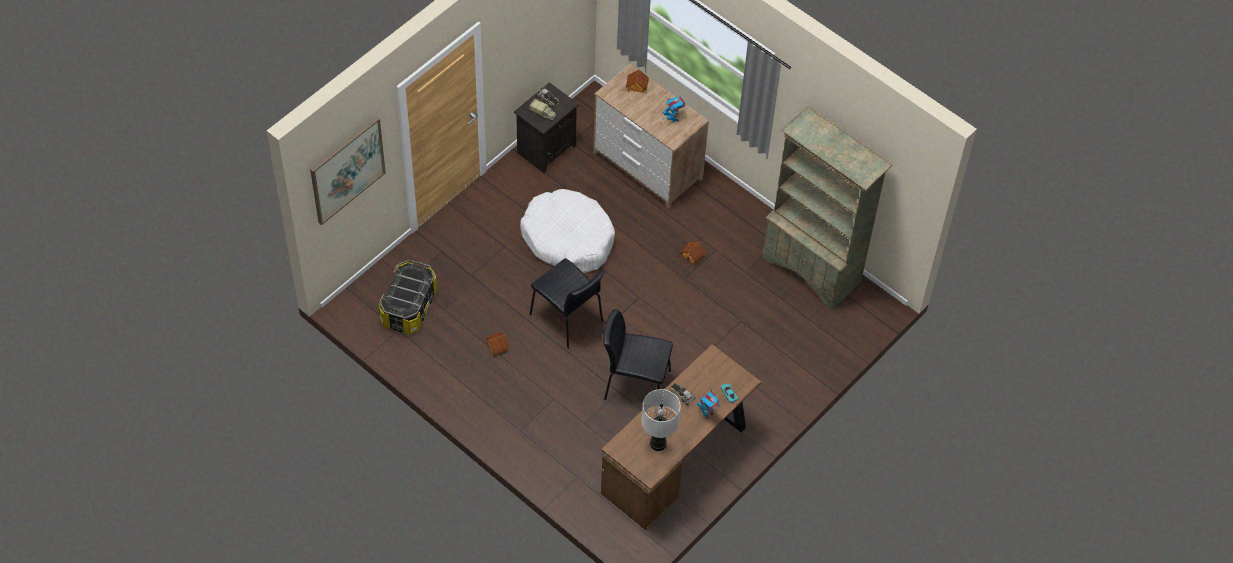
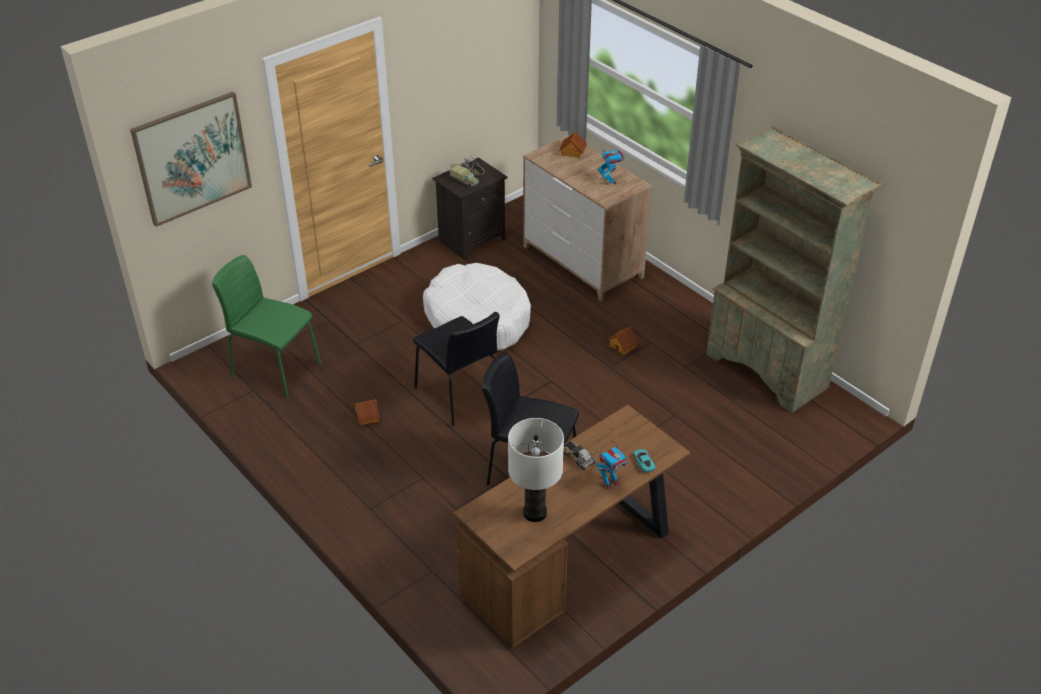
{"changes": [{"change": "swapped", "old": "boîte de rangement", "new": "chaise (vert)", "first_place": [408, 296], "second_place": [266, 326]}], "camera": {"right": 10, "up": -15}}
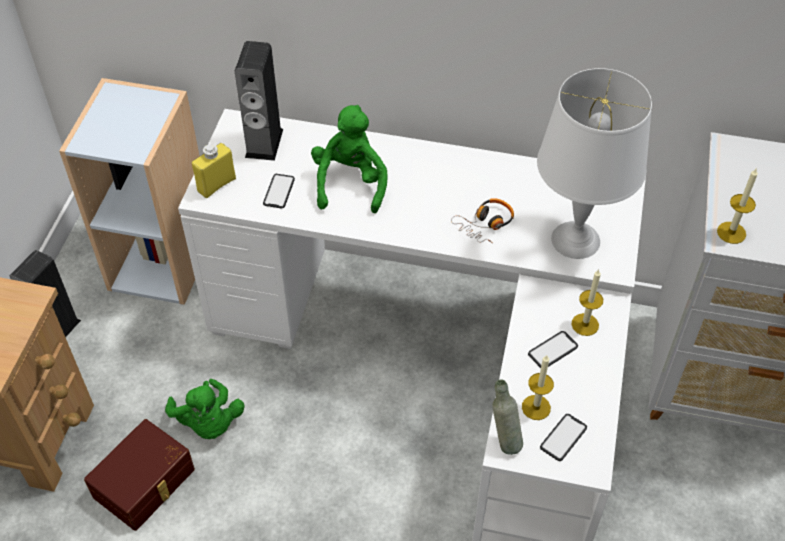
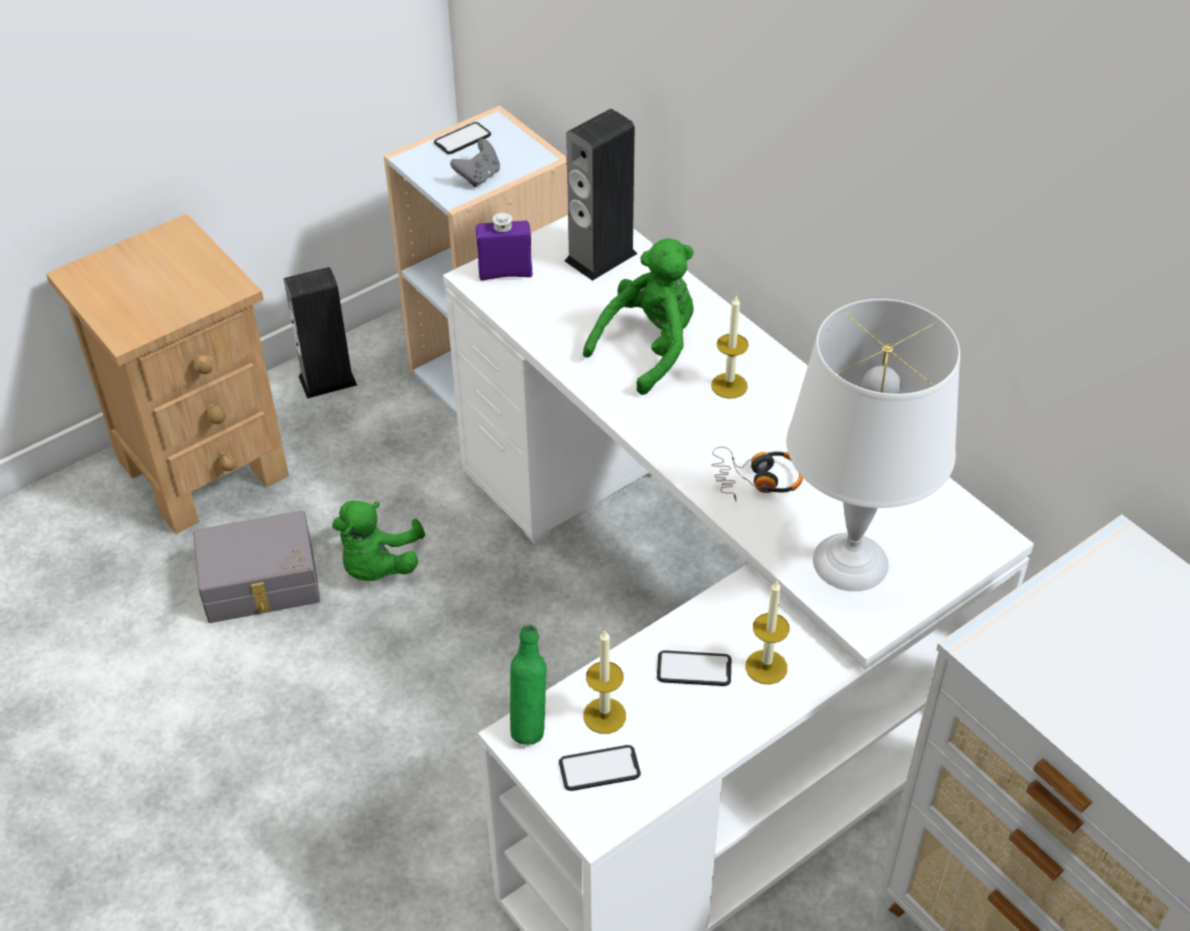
{"changes": [{"change": "repainted", "old": "boîte de rangement (marron)", "new": "boîte de rangement (gris)", "first_place": [139, 475], "second_place": [257, 567]}, {"change": "repainted", "old": "bouteille (jaune)", "new": "bouteille (violet)", "first_place": [214, 170], "second_place": [504, 246]}, {"change": "shifted", "old": "téléphone", "first_place": [279, 191], "second_place": [462, 138]}, {"change": "repainted", "old": "bouteille (gris)", "new": "bouteille (vert)", "first_place": [507, 417], "second_place": [528, 685]}, {"change": "shifted", "old": "bougie", "first_place": [737, 206], "second_place": [730, 347]}, {"change": "new", "new": "manette (gris)", "second_place": [475, 163]}], "camera": {"right": 40, "up": -5}}
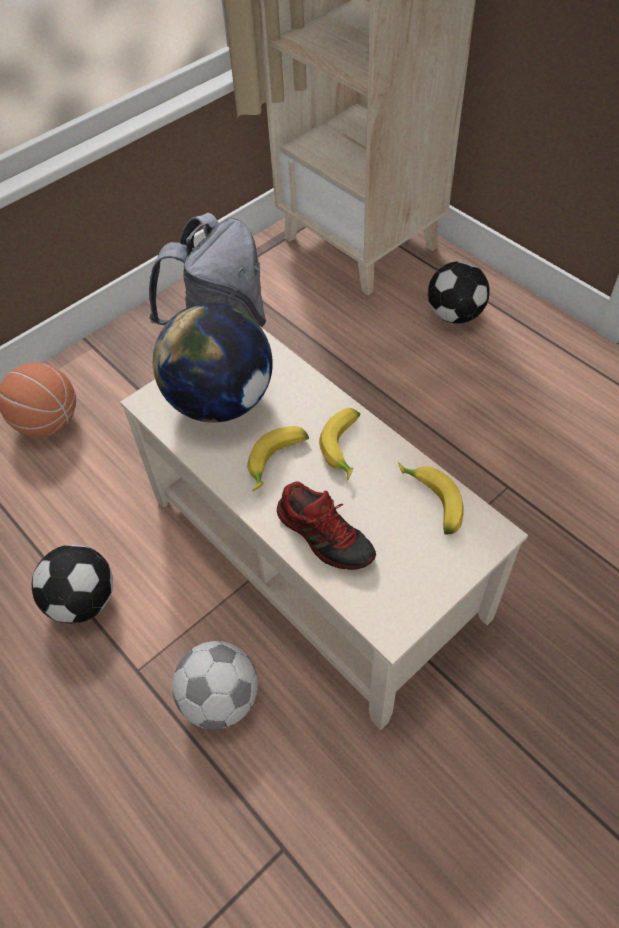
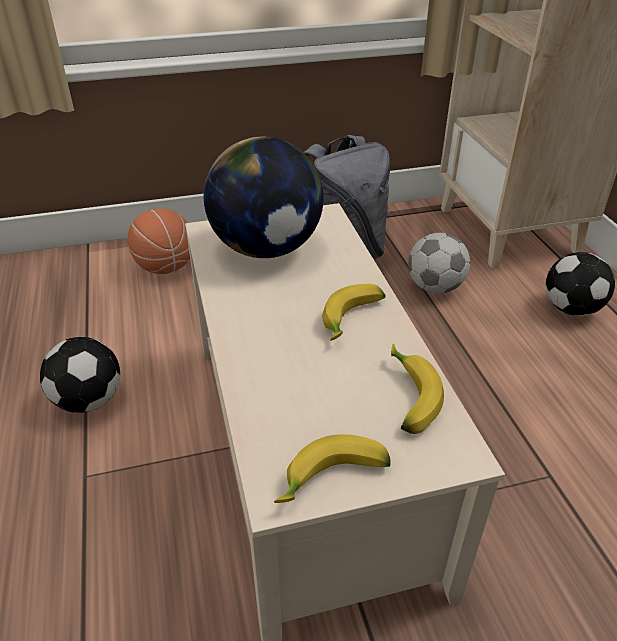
{"changes": [{"change": "shifted", "old": "ballon de foot", "first_place": [215, 685], "second_place": [439, 263]}, {"change": "shifted", "old": "banane", "first_place": [278, 458], "second_place": [332, 468]}, {"change": "gone", "old": "chaussure", "first_place": [326, 525]}], "camera": {"right": 25, "up": -15}}
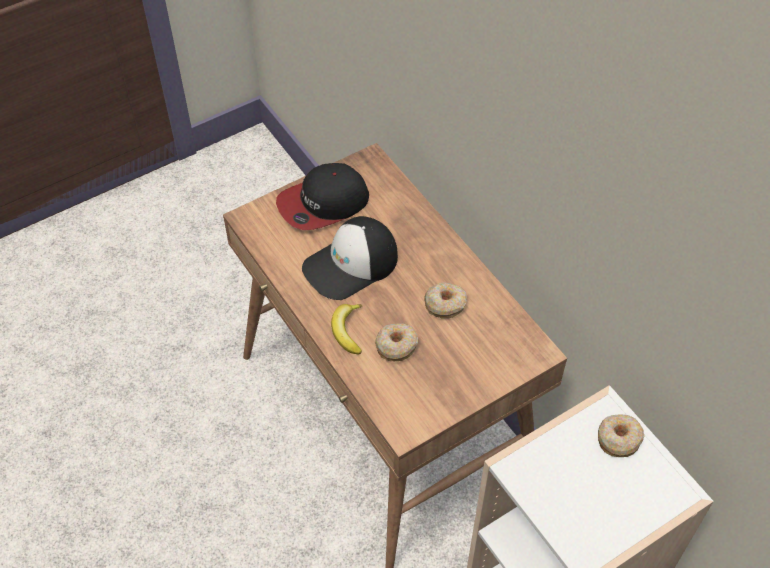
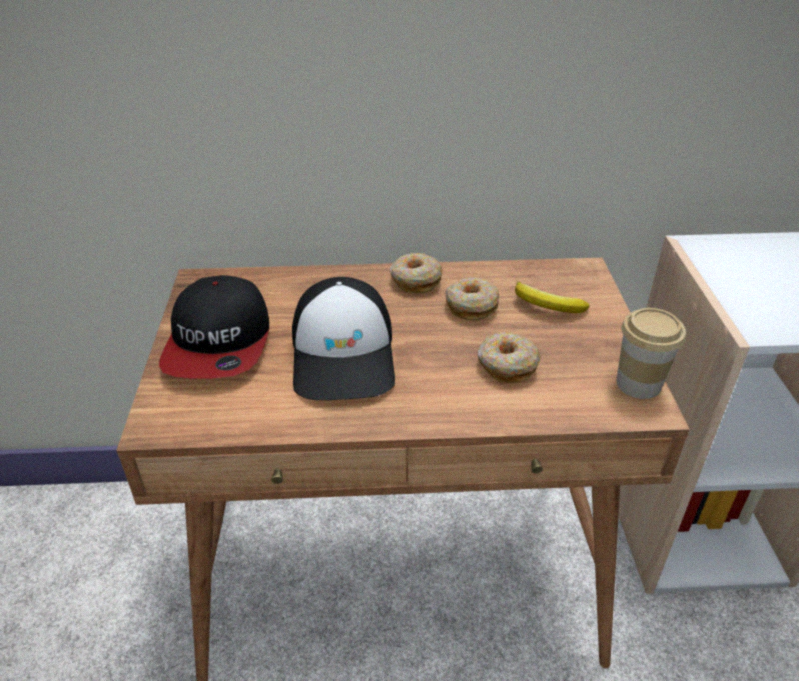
{"changes": [{"change": "shifted", "old": "banane", "first_place": [346, 329], "second_place": [552, 297]}, {"change": "shifted", "old": "beignet", "first_place": [621, 435], "second_place": [416, 273]}, {"change": "new", "new": "tasse", "second_place": [651, 353]}], "camera": {"right": -60, "up": -15}}
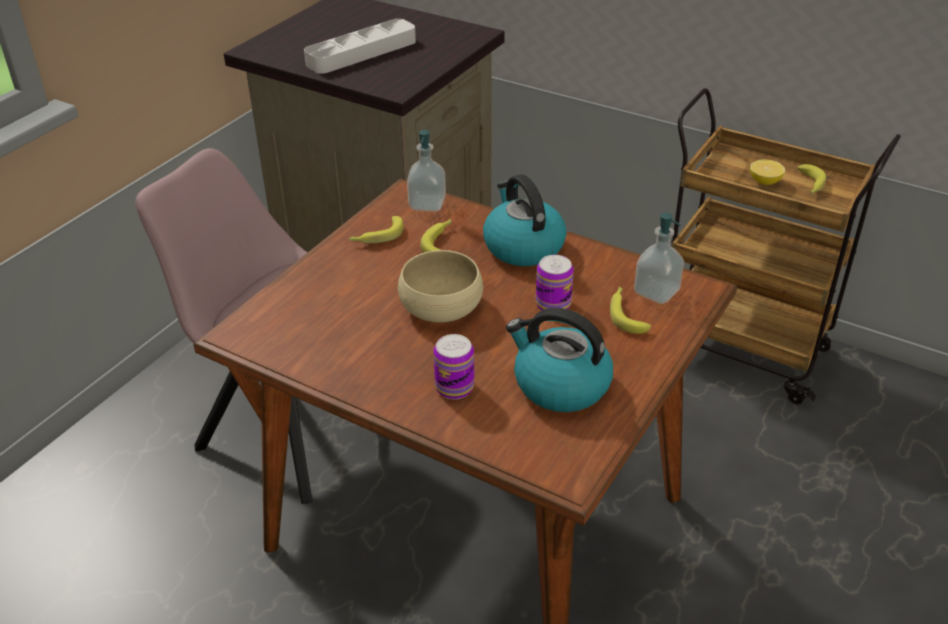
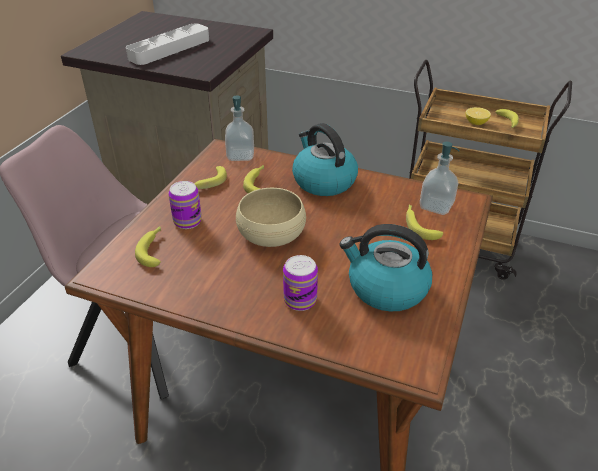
{"changes": [{"change": "shifted", "old": "boîte métallique", "first_place": [555, 282], "second_place": [185, 205]}, {"change": "new", "new": "banane", "second_place": [148, 246]}], "camera": {"right": -10, "up": 0}}
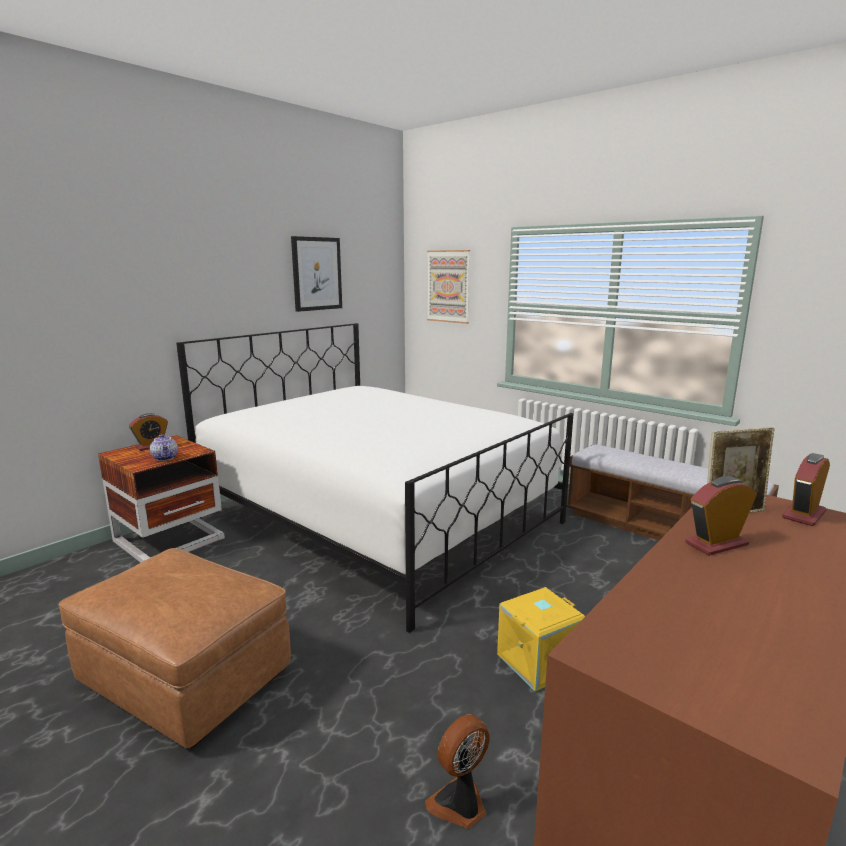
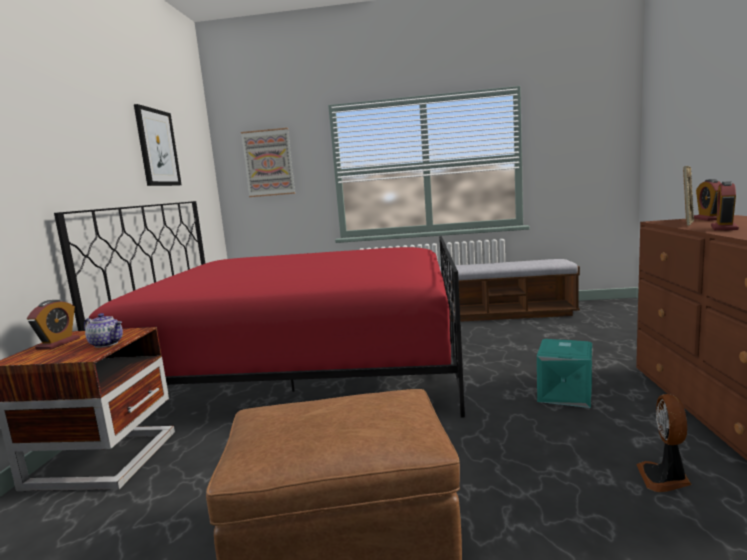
{"changes": [{"change": "repainted", "old": "lit (blanc)", "new": "lit (rouge)", "first_place": [375, 478], "second_place": [259, 309]}, {"change": "repainted", "old": "boîte de rangement (jaune)", "new": "boîte de rangement (turquoise)", "first_place": [541, 639], "second_place": [564, 373]}], "camera": {"right": -35, "up": -5}}
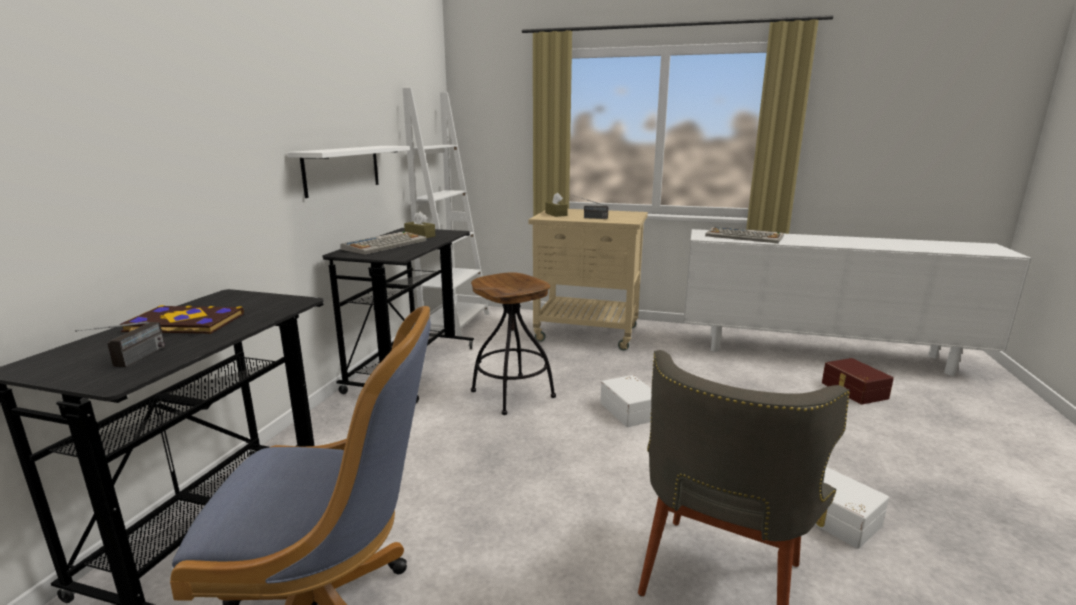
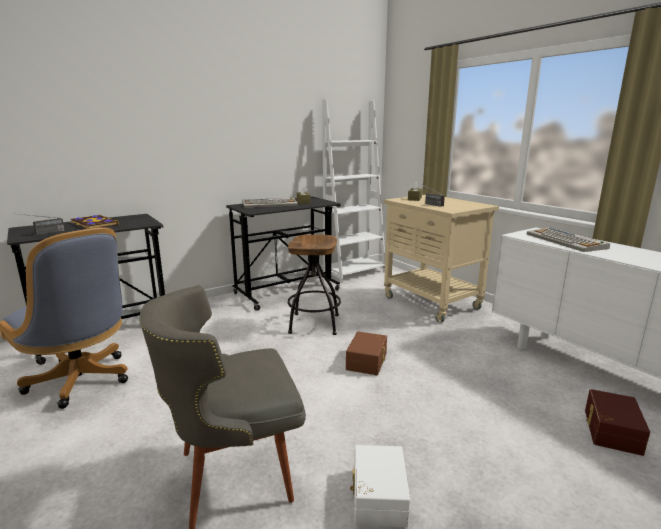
{"changes": [{"change": "gone", "old": "étagère (blanc)", "first_place": [348, 172]}, {"change": "repainted", "old": "boîte de rangement (blanc)", "new": "boîte de rangement (marron)", "first_place": [626, 401], "second_place": [366, 353]}], "camera": {"right": 40, "up": 0}}
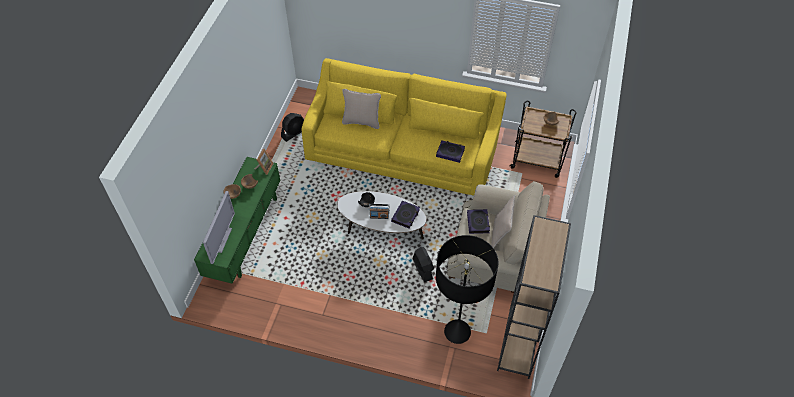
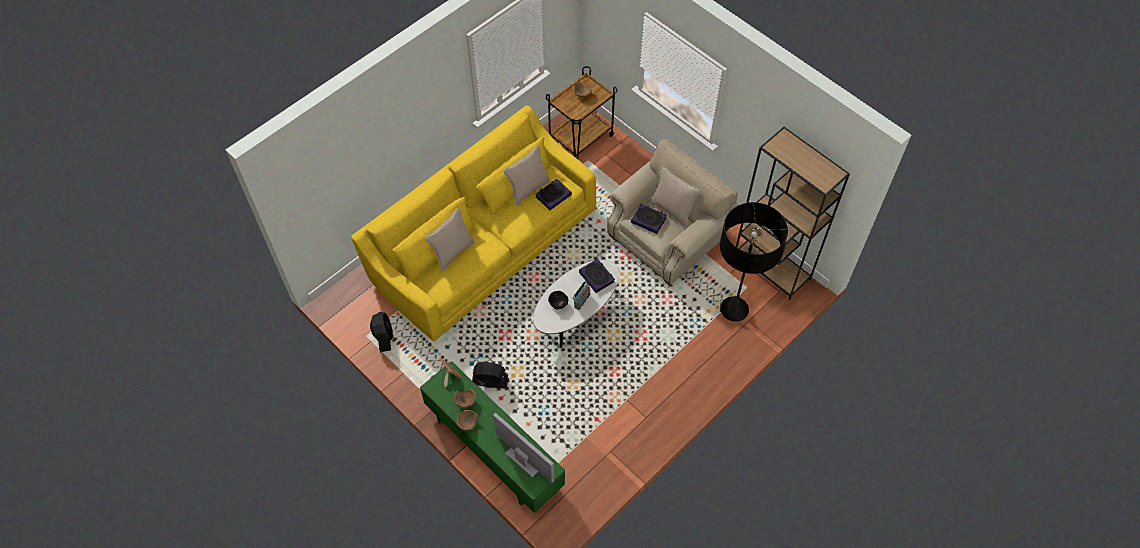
{"changes": [{"change": "shifted", "old": "ventilateur (noir)", "first_place": [423, 264], "second_place": [490, 375]}, {"change": "new", "new": "coussin (beige)", "second_place": [526, 176]}], "camera": {"right": -60, "up": 5}}
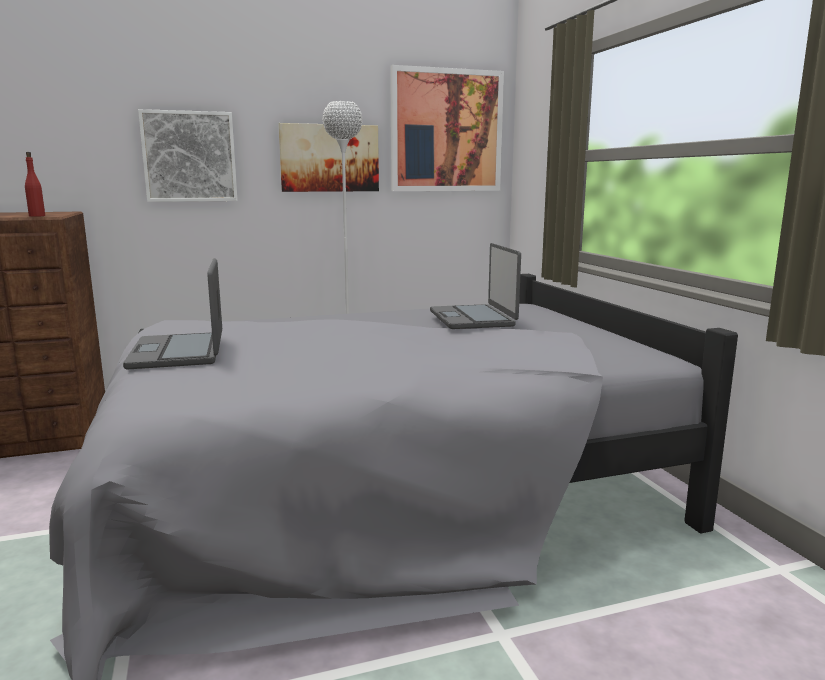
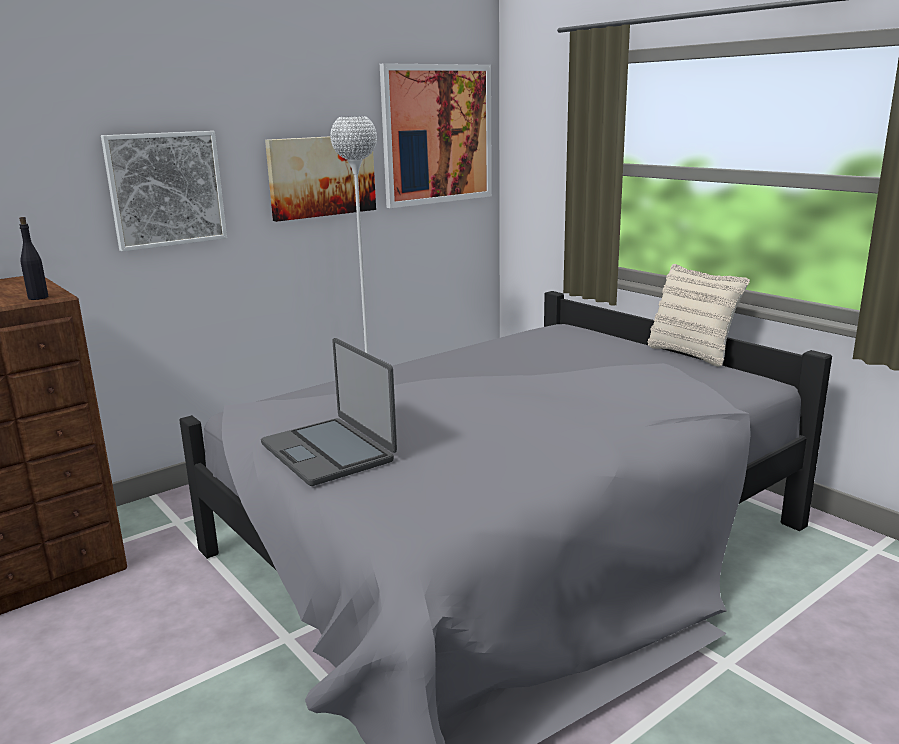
{"changes": [{"change": "repainted", "old": "bouteille (rouge)", "new": "bouteille (noir)", "first_place": [35, 184], "second_place": [33, 258]}, {"change": "gone", "old": "ordinateur portable", "first_place": [475, 286]}, {"change": "new", "new": "coussin (beige)", "second_place": [698, 315]}], "camera": {"right": -20, "up": 5}}
